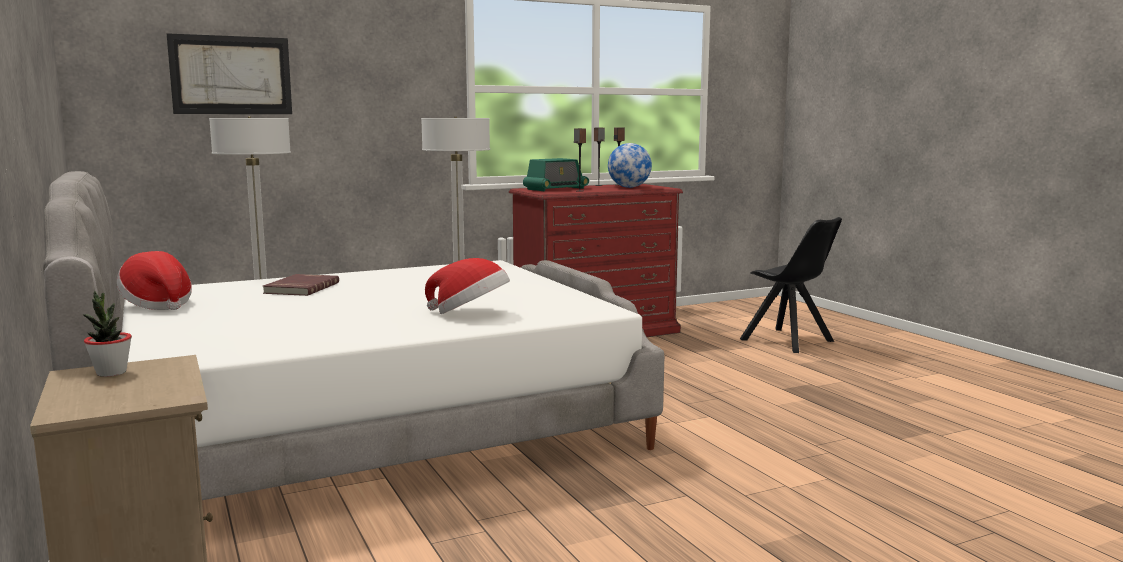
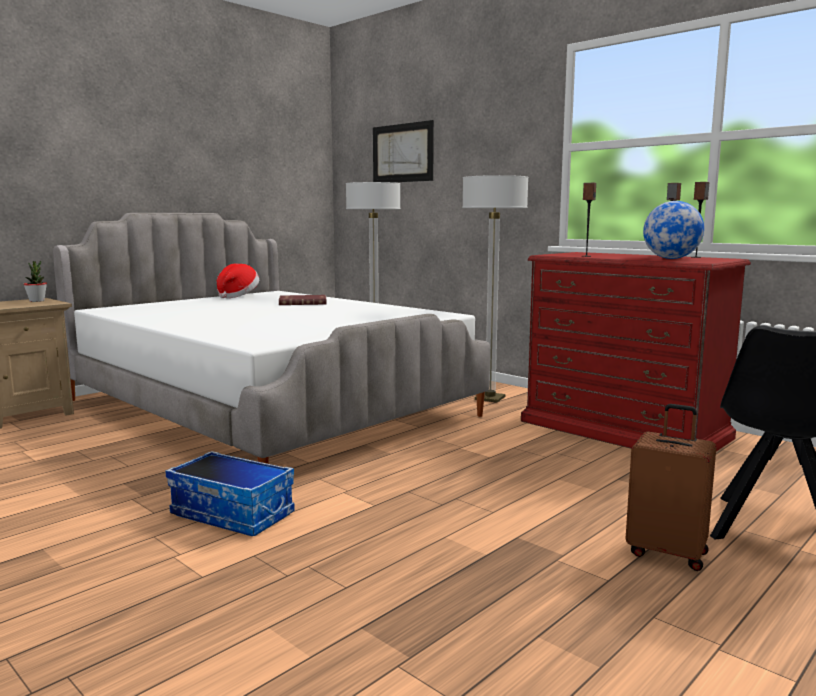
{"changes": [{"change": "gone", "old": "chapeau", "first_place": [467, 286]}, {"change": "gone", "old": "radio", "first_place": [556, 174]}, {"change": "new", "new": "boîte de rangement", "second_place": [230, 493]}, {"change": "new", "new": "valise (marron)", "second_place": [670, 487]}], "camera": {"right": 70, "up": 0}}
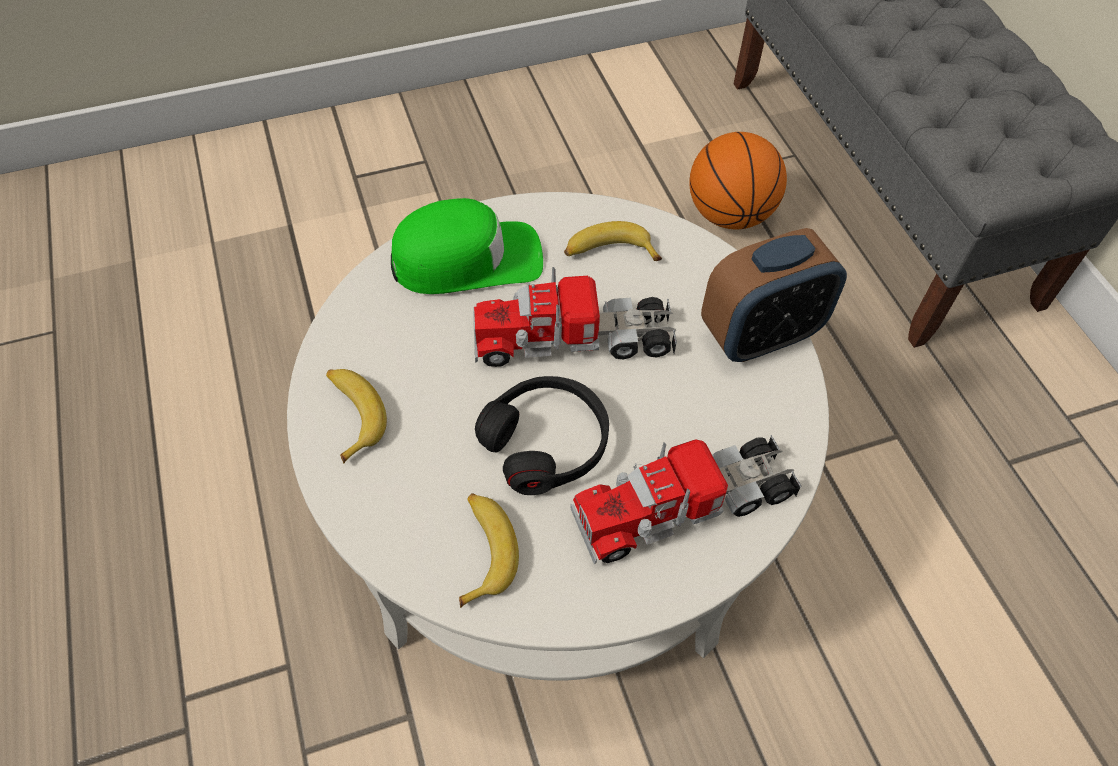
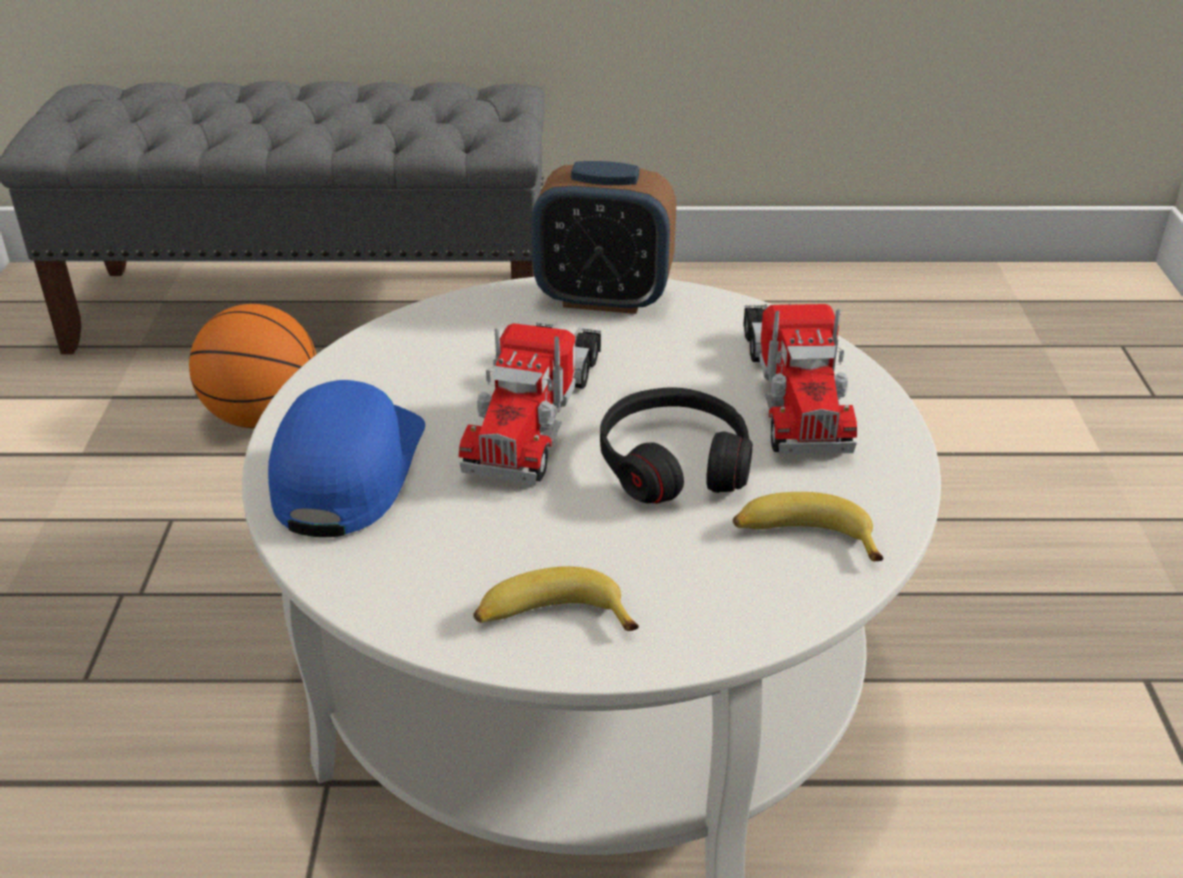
{"changes": [{"change": "repainted", "old": "casquette (vert)", "new": "casquette (bleu)", "first_place": [467, 246], "second_place": [346, 458]}, {"change": "gone", "old": "banane", "first_place": [613, 241]}, {"change": "rotated", "old": "réveil", "first_place": [774, 295], "second_place": [603, 237], "degrees": 105}], "camera": {"right": -70, "up": -20}}
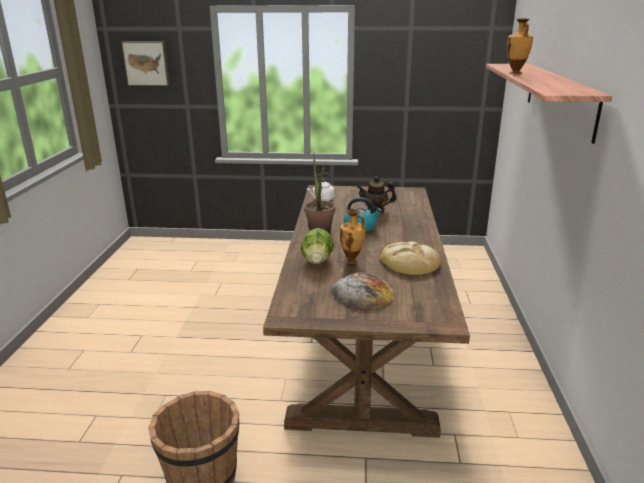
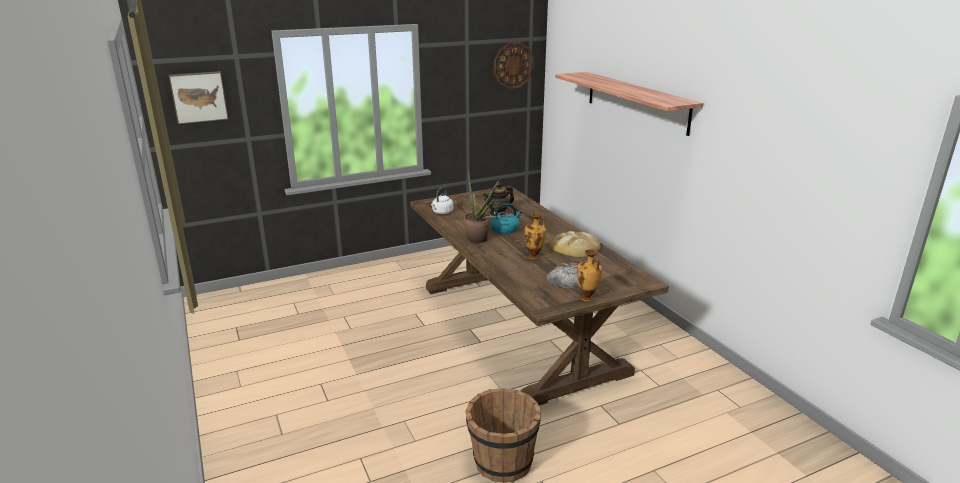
{"changes": [{"change": "gone", "old": "laitue", "first_place": [317, 246]}, {"change": "shifted", "old": "vase", "first_place": [520, 46], "second_place": [589, 275]}, {"change": "new", "new": "horloge murale", "second_place": [514, 65]}], "camera": {"right": -30, "up": 0}}
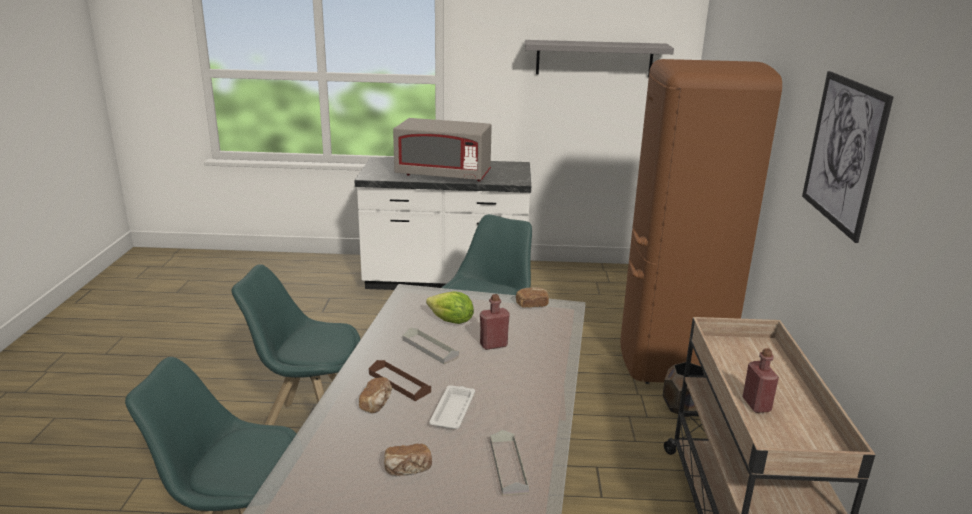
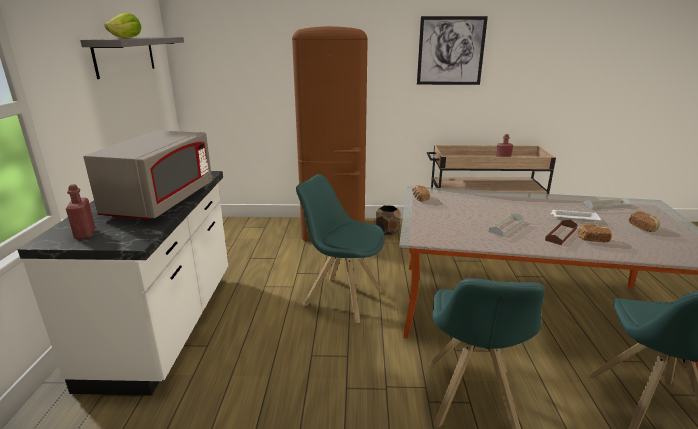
{"changes": [{"change": "shifted", "old": "laitue", "first_place": [450, 307], "second_place": [123, 25]}, {"change": "shifted", "old": "bouteille (rouge)", "first_place": [495, 322], "second_place": [80, 211]}], "camera": {"right": -90, "up": 0}}
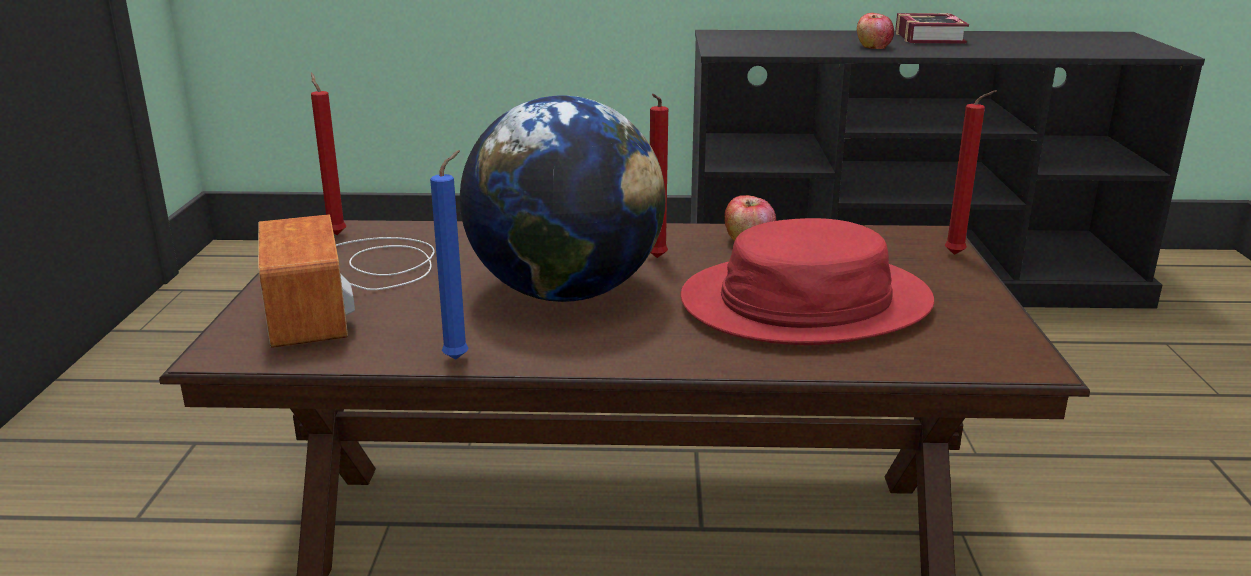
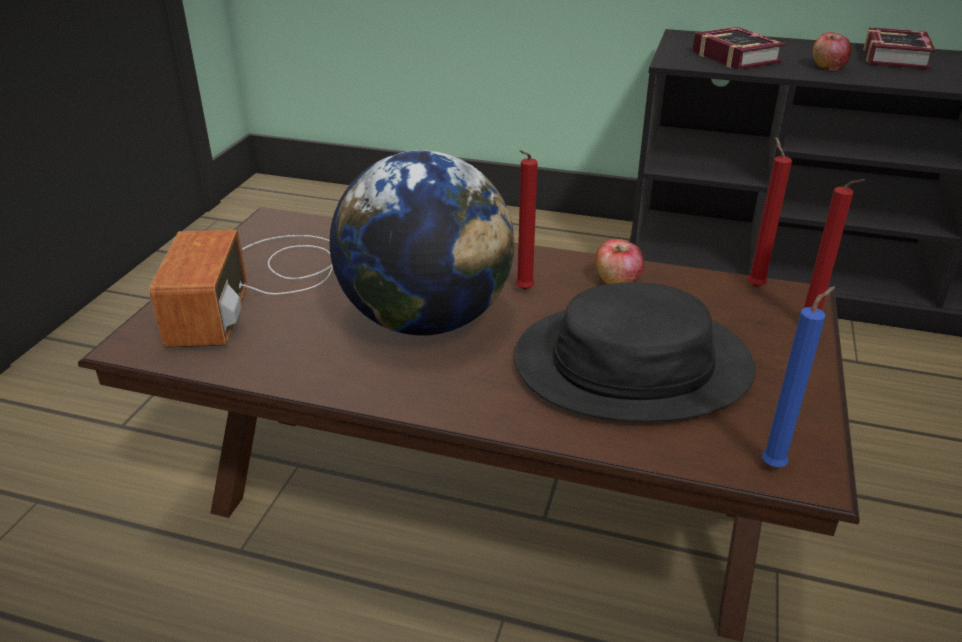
{"changes": [{"change": "shifted", "old": "bougie (rouge)", "first_place": [328, 154], "second_place": [770, 212]}, {"change": "shifted", "old": "bougie (bleu)", "first_place": [449, 254], "second_place": [798, 376]}, {"change": "repainted", "old": "chapeau (rouge)", "new": "chapeau (noir)", "first_place": [807, 281], "second_place": [634, 352]}, {"change": "new", "new": "livre", "second_place": [739, 48]}], "camera": {"right": 15, "up": 10}}
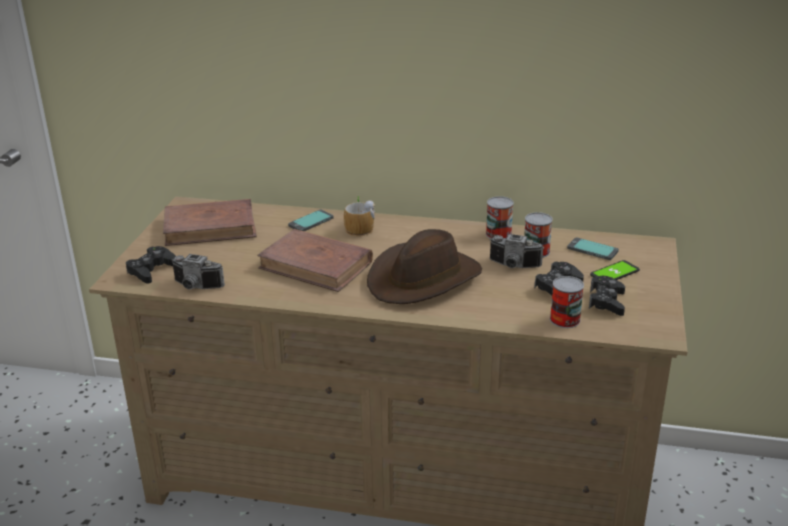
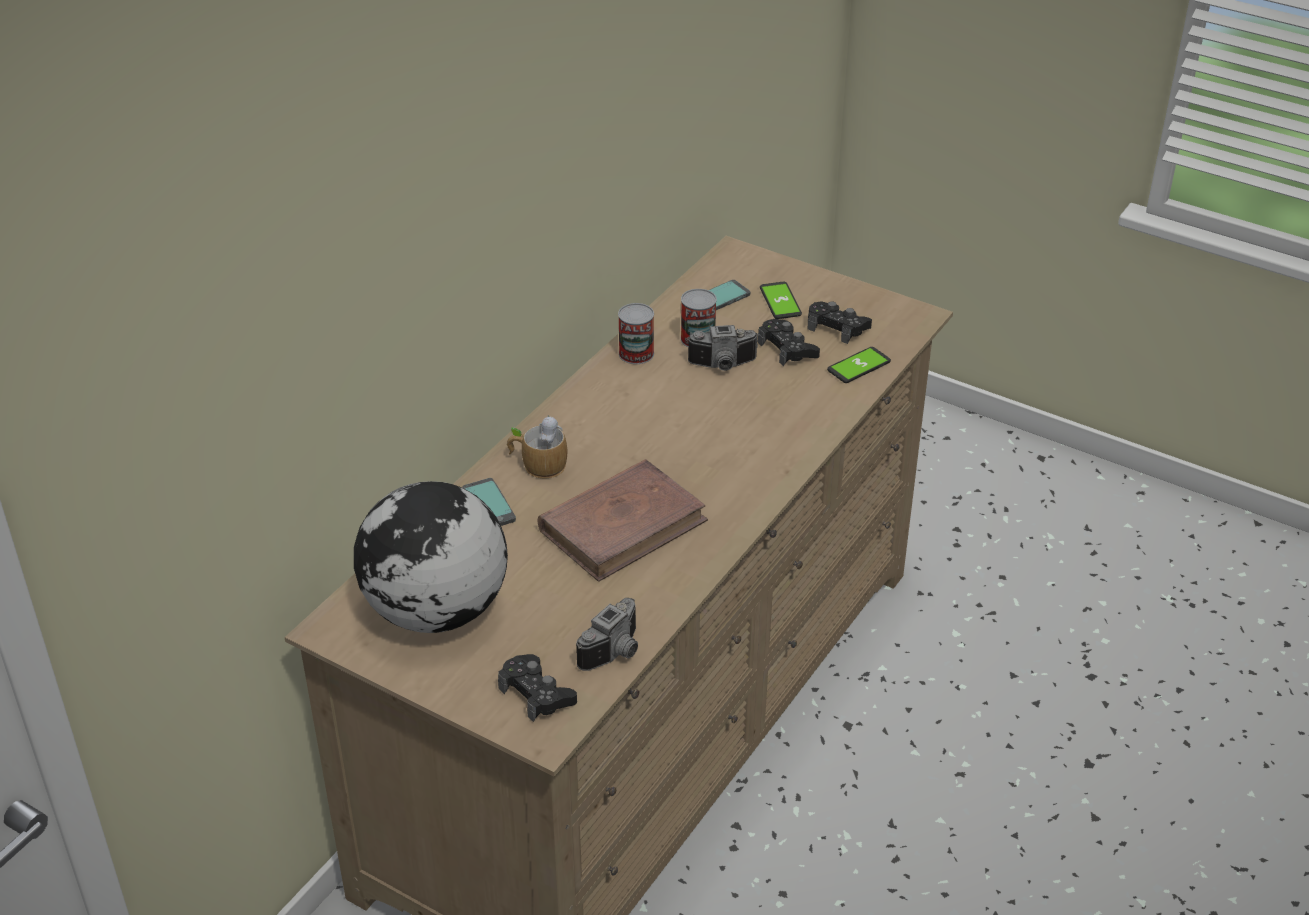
{"changes": [{"change": "swapped", "old": "livre (marron)", "new": "globe", "first_place": [210, 222], "second_place": [431, 557]}, {"change": "gone", "old": "chapeau (marron)", "first_place": [424, 266]}, {"change": "rotated", "old": "appareil photo", "first_place": [517, 251], "second_place": [723, 348], "degrees": 45}, {"change": "swapped", "old": "boîte métallique", "new": "téléphone", "first_place": [567, 302], "second_place": [859, 365]}], "camera": {"right": -70, "up": 10}}
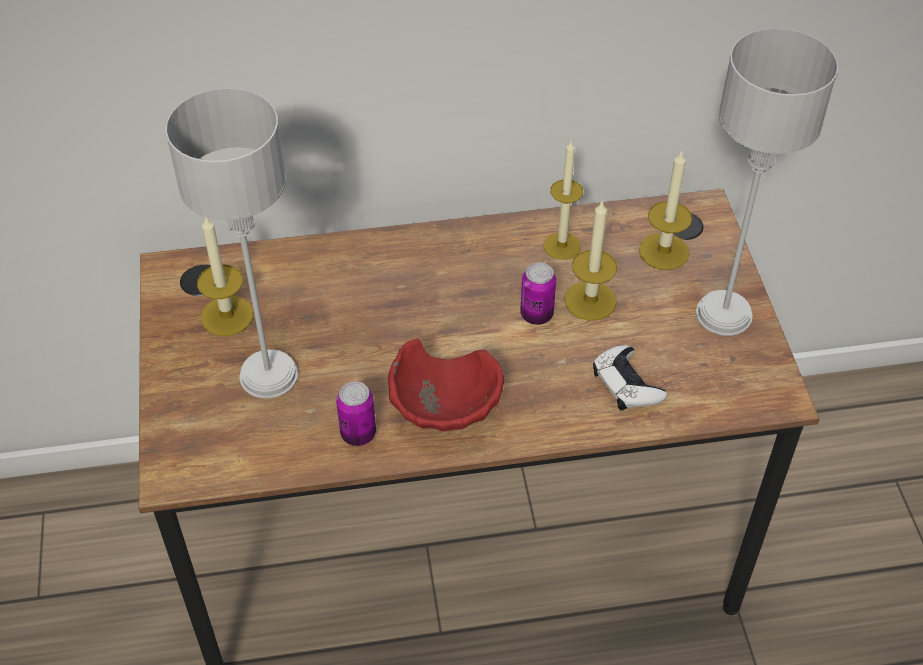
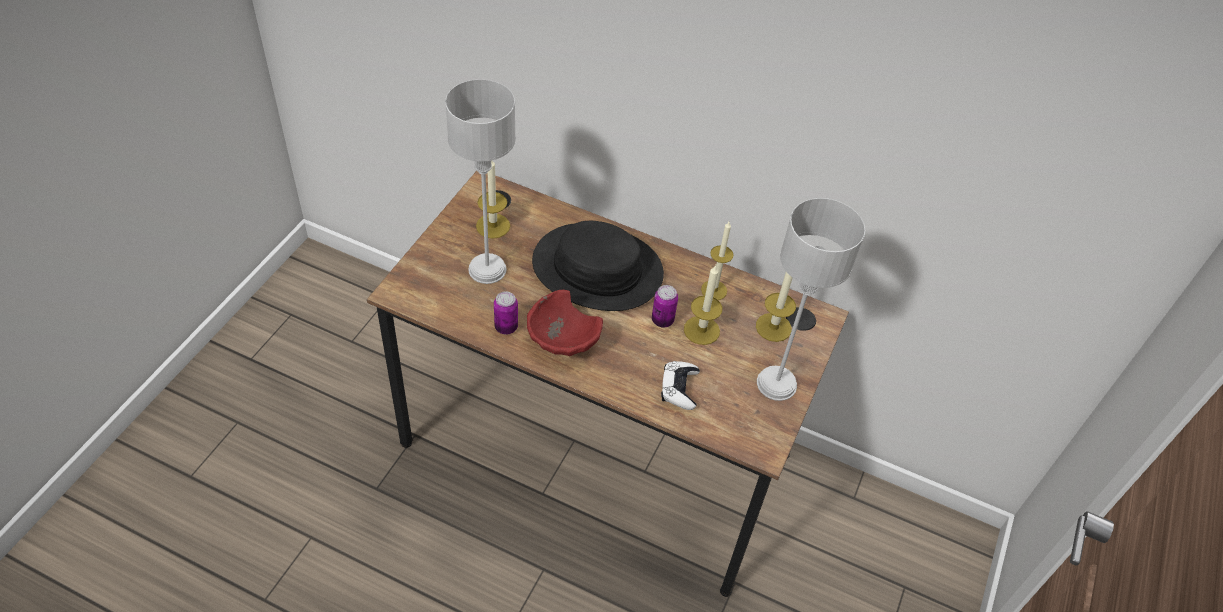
{"changes": [{"change": "new", "new": "chapeau (noir)", "second_place": [598, 266]}], "camera": {"right": 30, "up": 0}}
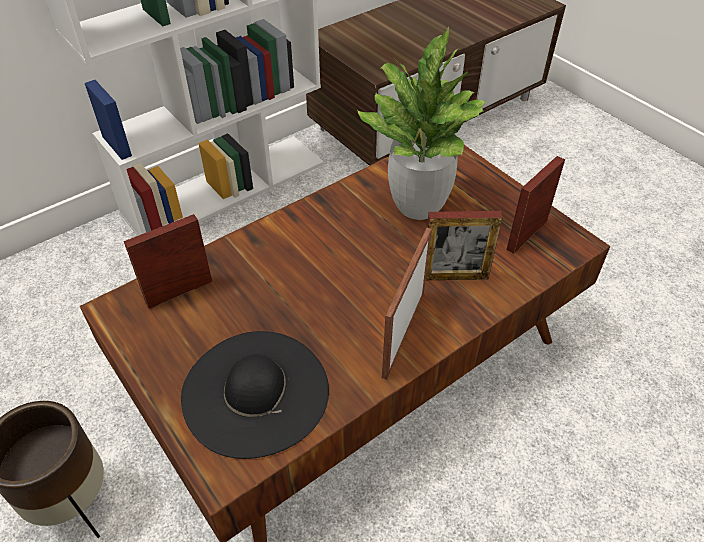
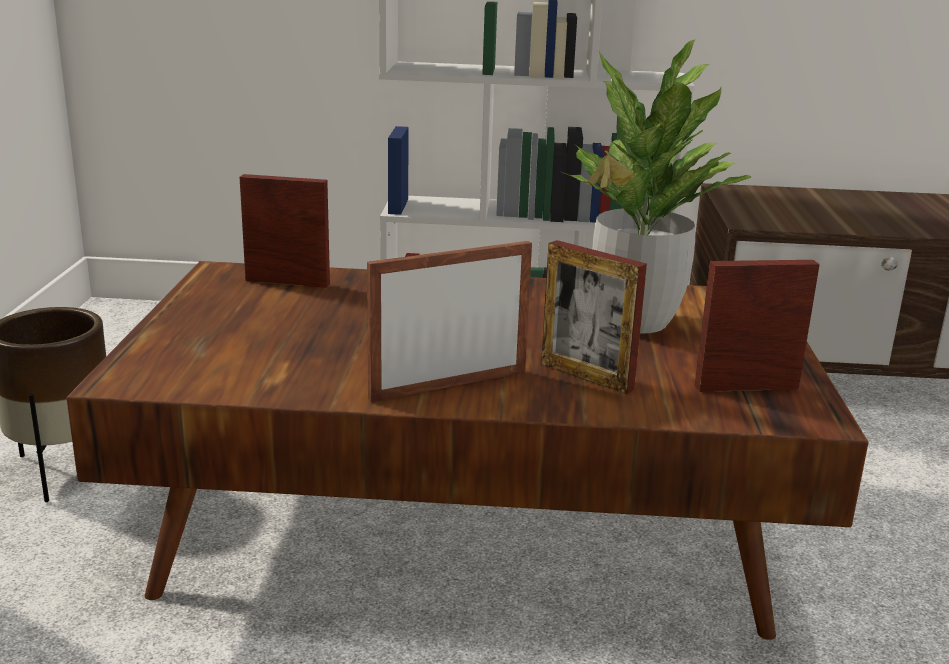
{"changes": [{"change": "gone", "old": "chapeau (noir)", "first_place": [255, 395]}], "camera": {"right": 40, "up": -25}}
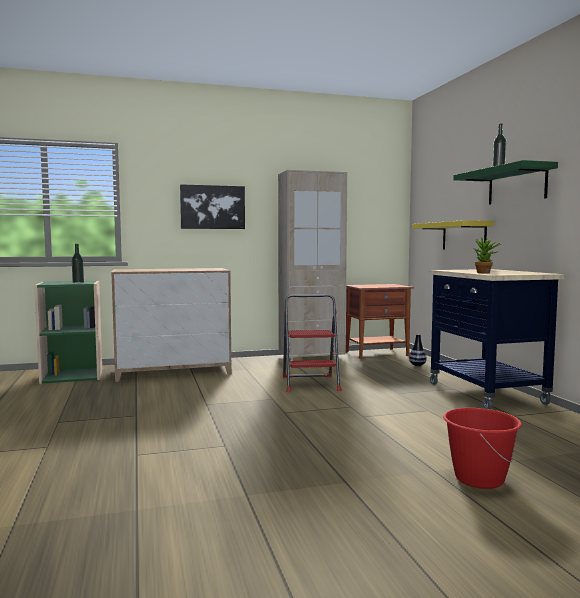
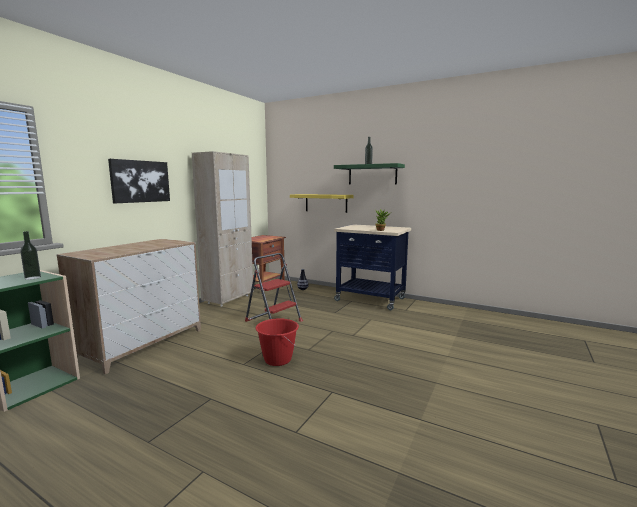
{"changes": [{"change": "shifted", "old": "seau (rouge)", "first_place": [482, 448], "second_place": [277, 342]}], "camera": {"right": -45, "up": 5}}
